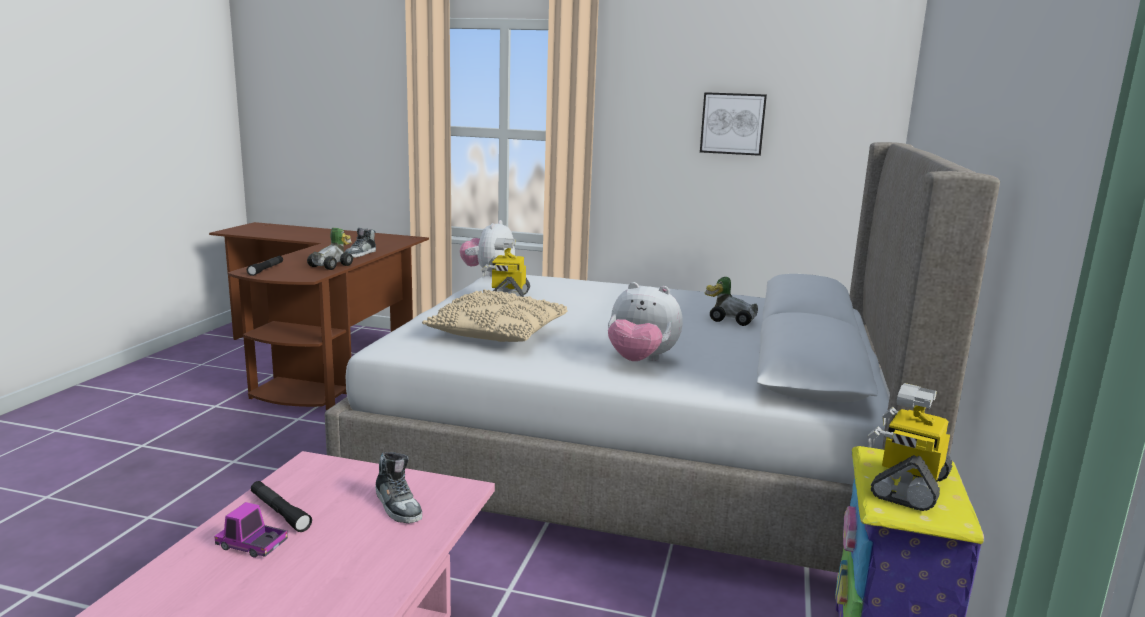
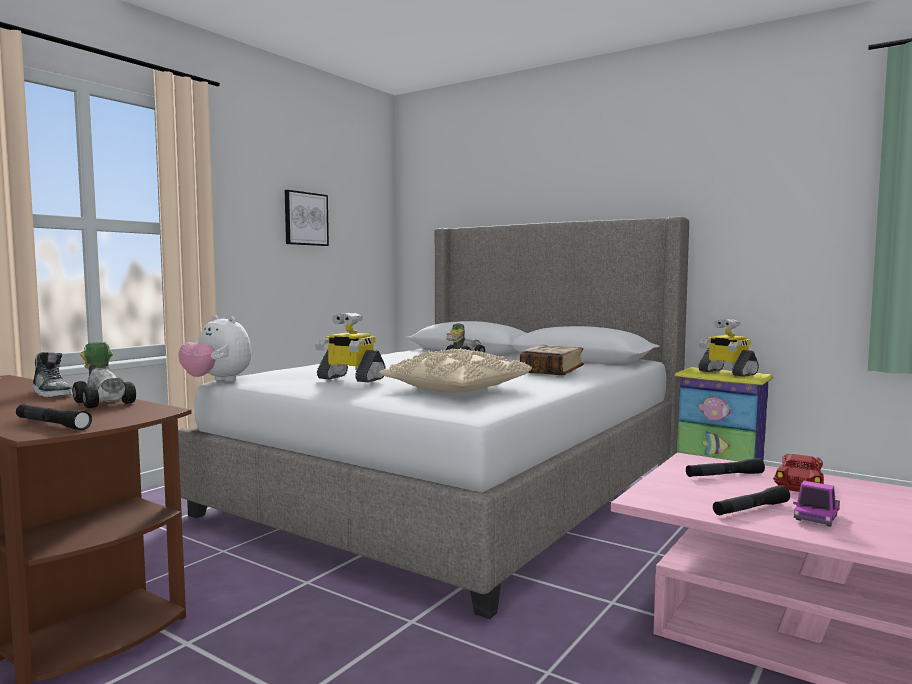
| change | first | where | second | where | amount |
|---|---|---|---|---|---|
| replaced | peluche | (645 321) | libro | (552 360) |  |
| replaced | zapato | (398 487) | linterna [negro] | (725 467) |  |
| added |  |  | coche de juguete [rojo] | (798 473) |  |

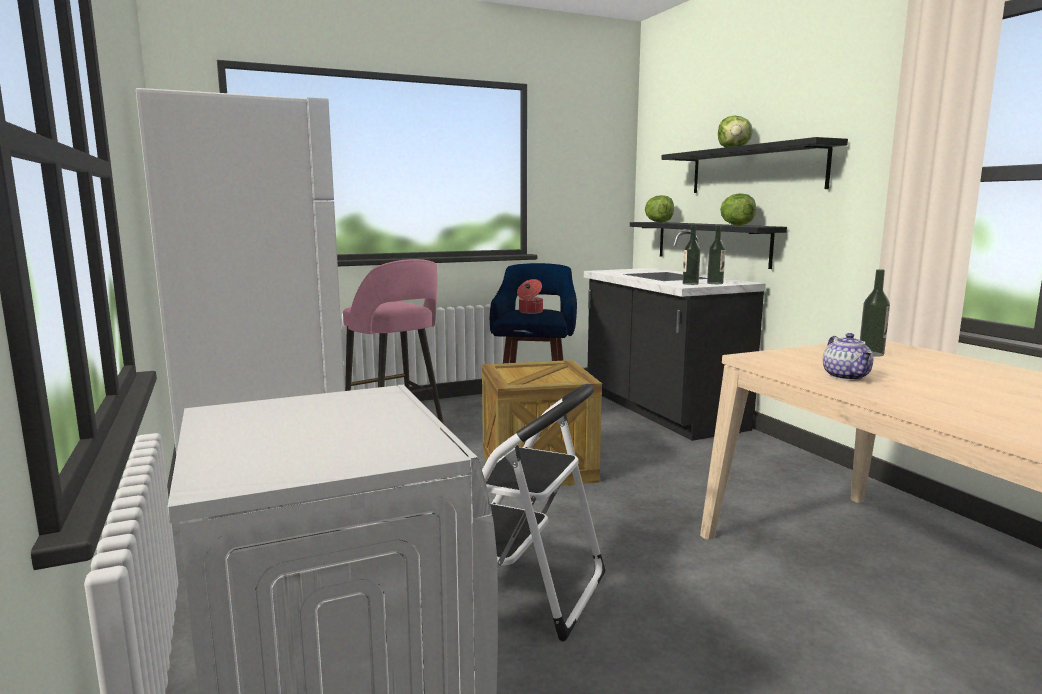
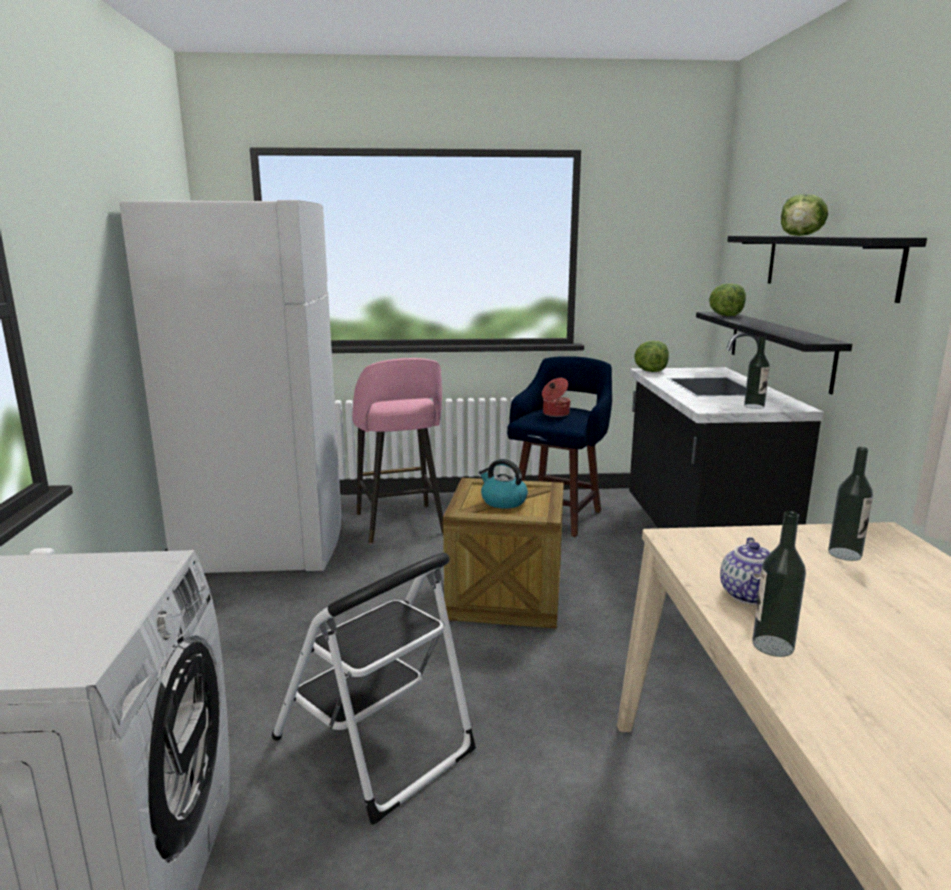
| change | first | where | second | where | amount |
|---|---|---|---|---|---|
| added |  |  | hervidor | (503 484) |  |
| moved | lechuga | (738 209) |  | (651 356) |  |
| moved | botella | (691 255) |  | (779 584) |  |

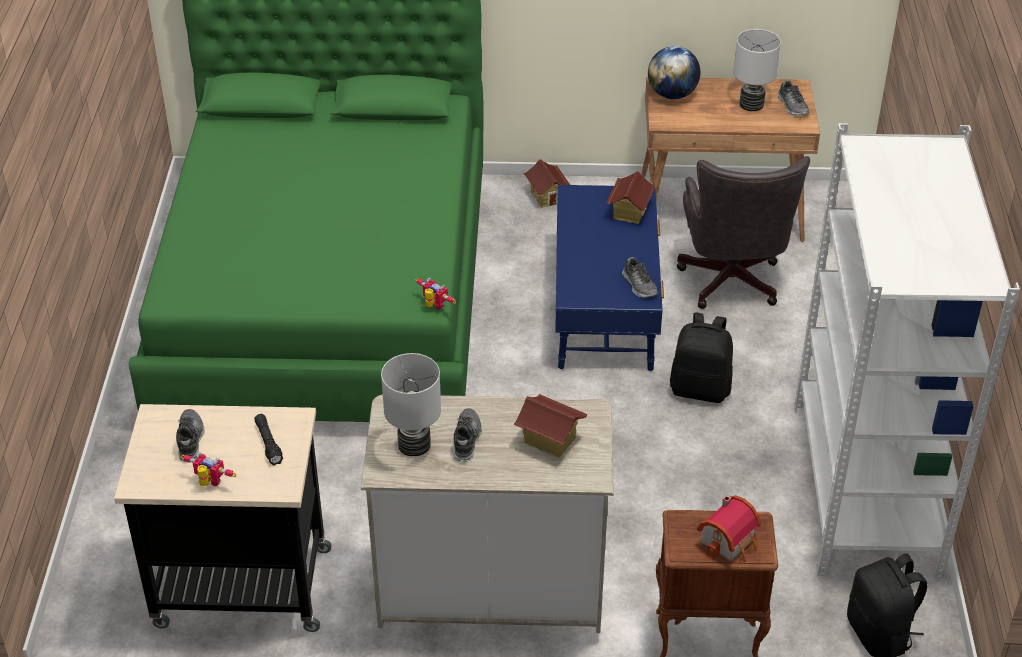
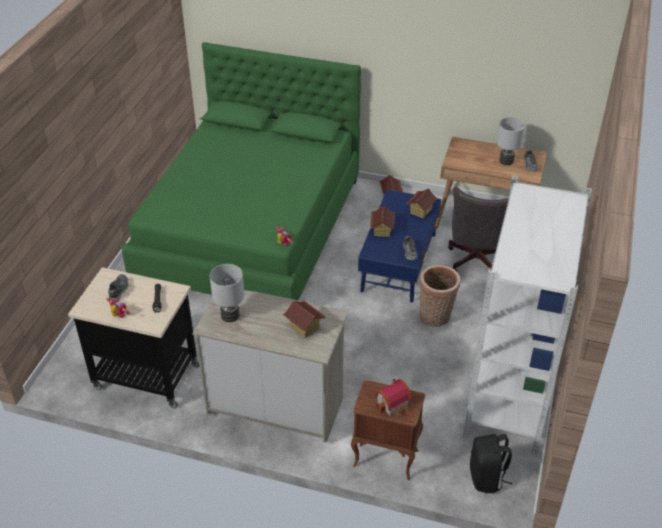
| change | first | where | second | where | amount |
|---|---|---|---|---|---|
| added |  |  | casita | (382 221) |  |
| replaced | mochila [negro] | (701 357) | cesta | (440 296) |  |
| removed | zapato | (467 435) |  |  |  |
| removed | globo terráqueo | (674 72) |  |  |  |

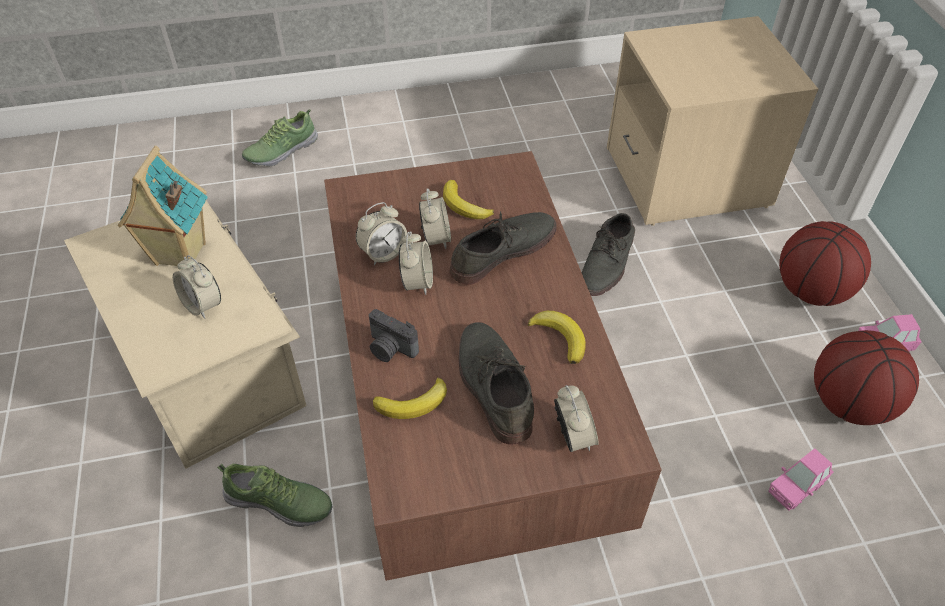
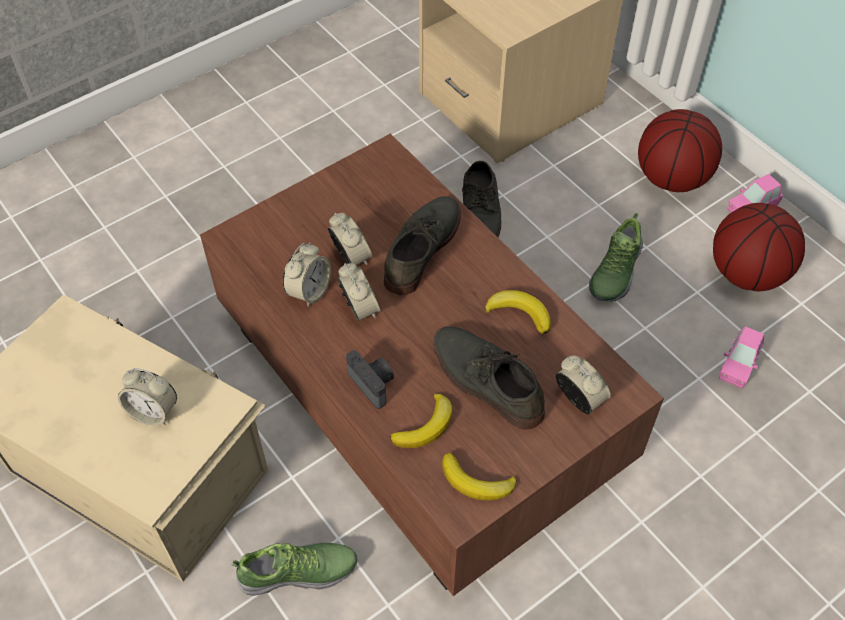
| change | first | where | second | where | amount |
|---|---|---|---|---|---|
| turned | cámara | (394 335) |  | (370 379) | 135 degrees counterclockwise |
| moved | plátano | (468 199) |  | (479 476) |  |
| moved | zapato | (280 138) |  | (616 257) |  |
| removed | casita | (162 206) |  |  |  |

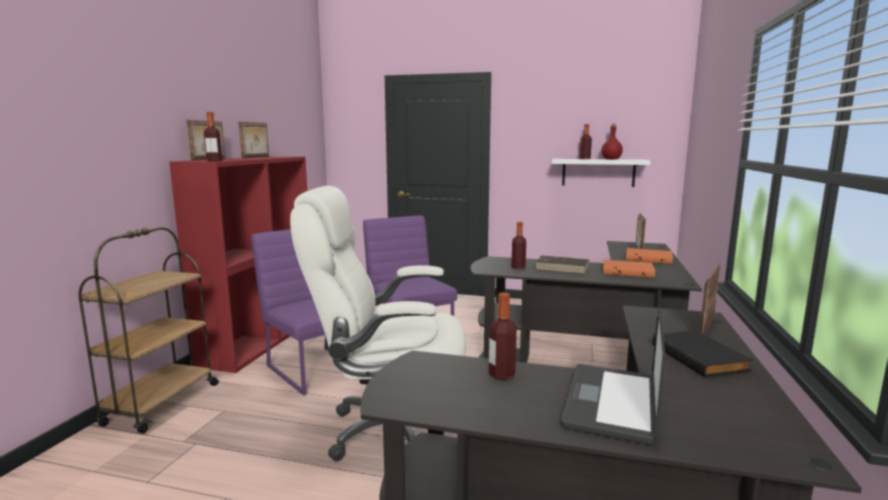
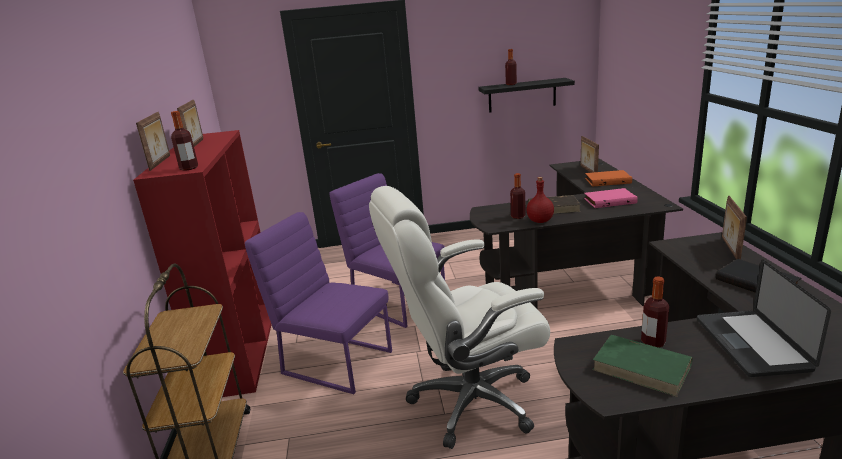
| change | first | where | second | where | amount |
|---|---|---|---|---|---|
| recoloured | estante [blanco] | (601 173) | estante [negro] | (526 95) |  |
| moved | botella [rojo] | (612 142) |  | (540 200) |  |
| recoloured | libro [naranja] | (629 269) | libro [rosa] | (611 198) |  |
| added |  |  | libro [verde] | (643 366) |  |

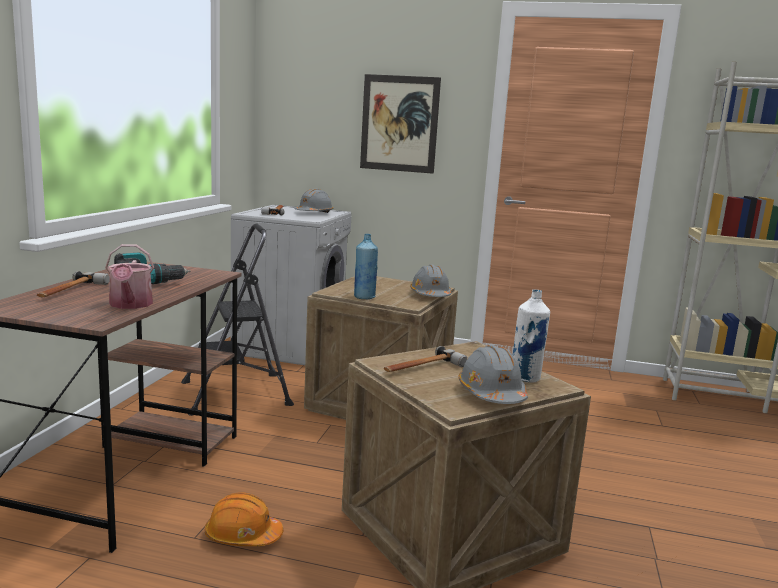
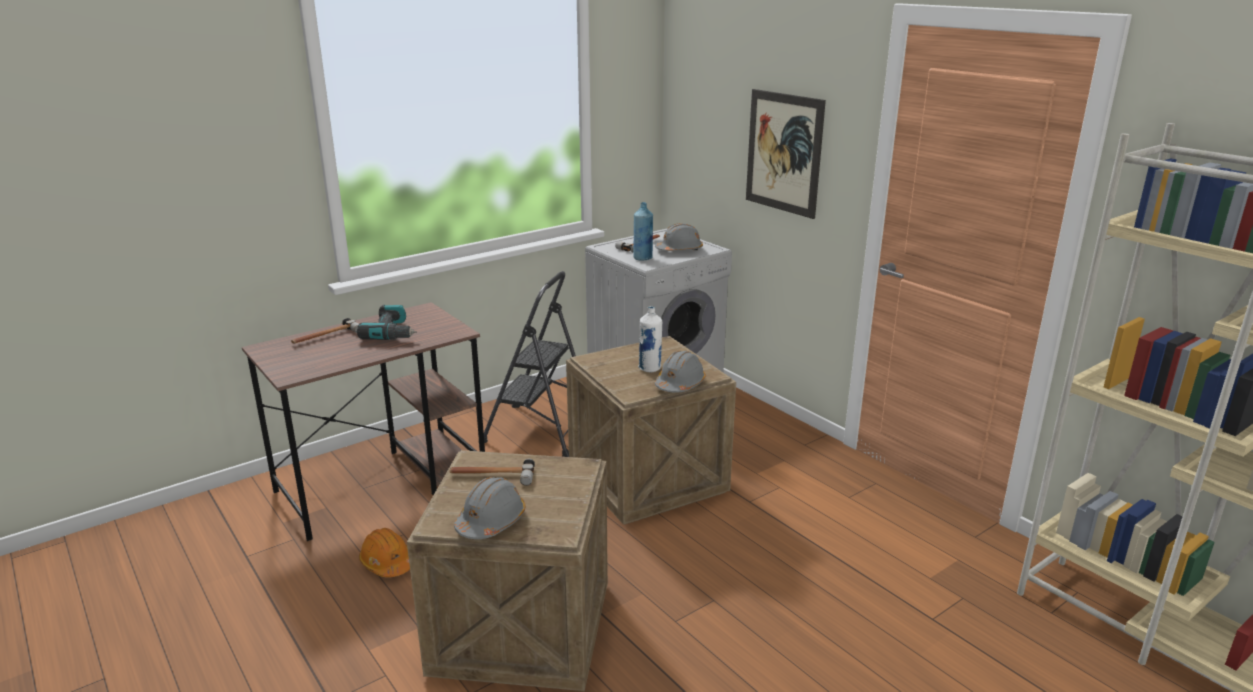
| change | first | where | second | where | amount |
|---|---|---|---|---|---|
| moved | botella [azul] | (366 266) |  | (643 231) |  |
| moved | botella [blanco] | (531 336) |  | (650 339) |  |
| removed | regadera | (129 276) |  |  |  |

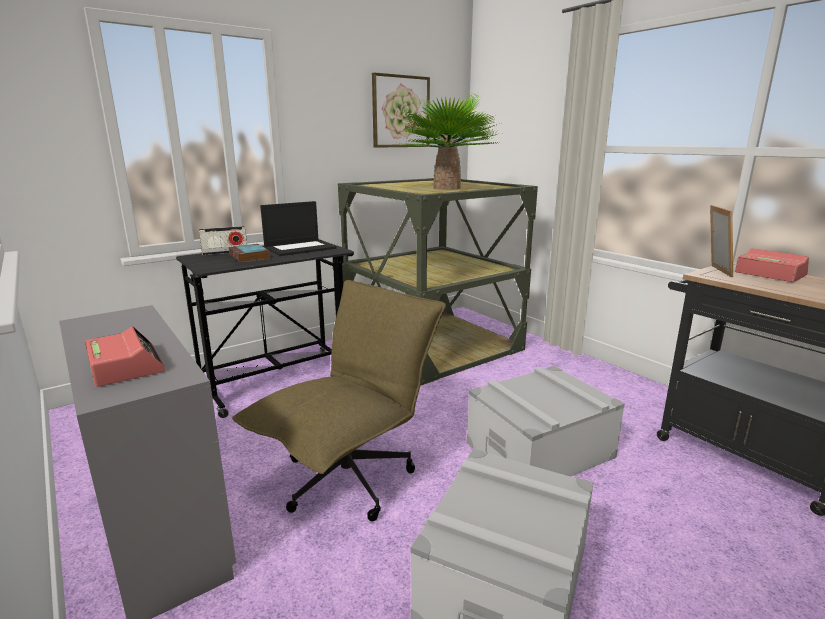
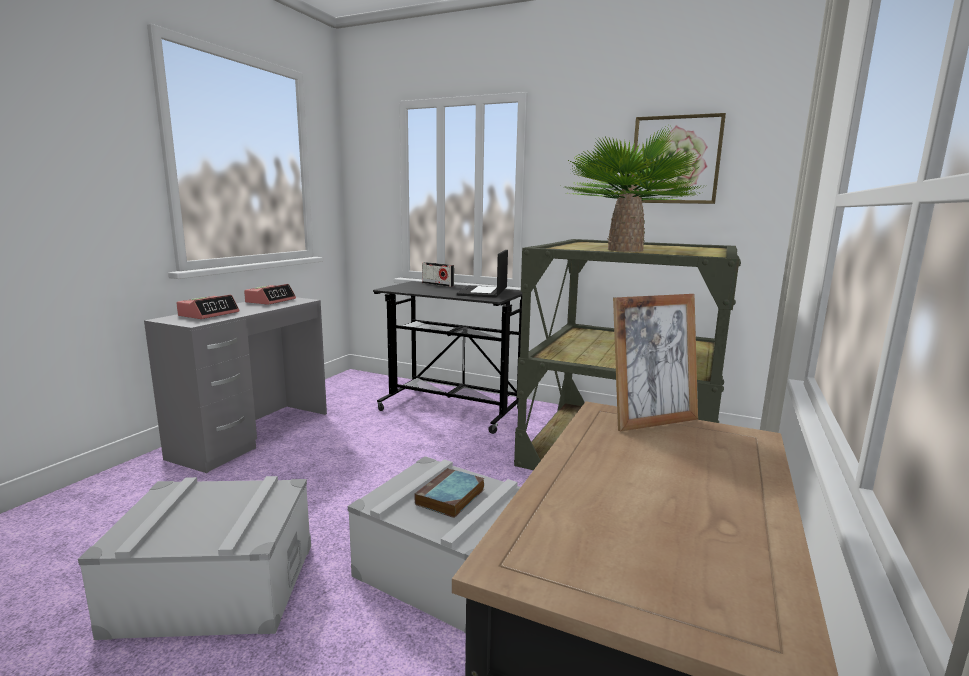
| change | first | where | second | where | amount |
|---|---|---|---|---|---|
| moved | despertador | (772 265) |  | (270 294) |  |
| moved | libro | (249 253) |  | (449 493) |  |
| turned | portátil | (298 228) |  | (482 274) | 75 degrees clockwise |
| removed | silla de oficina [beis] | (339 401) |  |  |  |

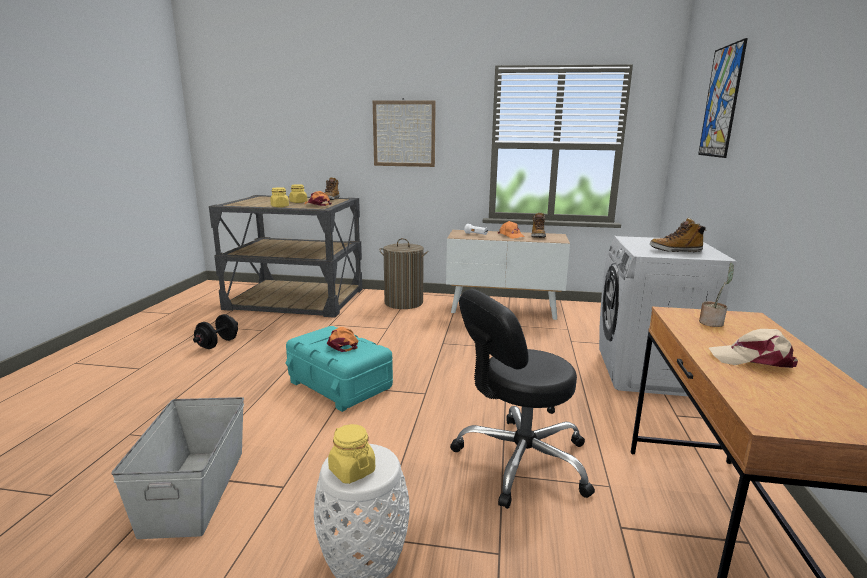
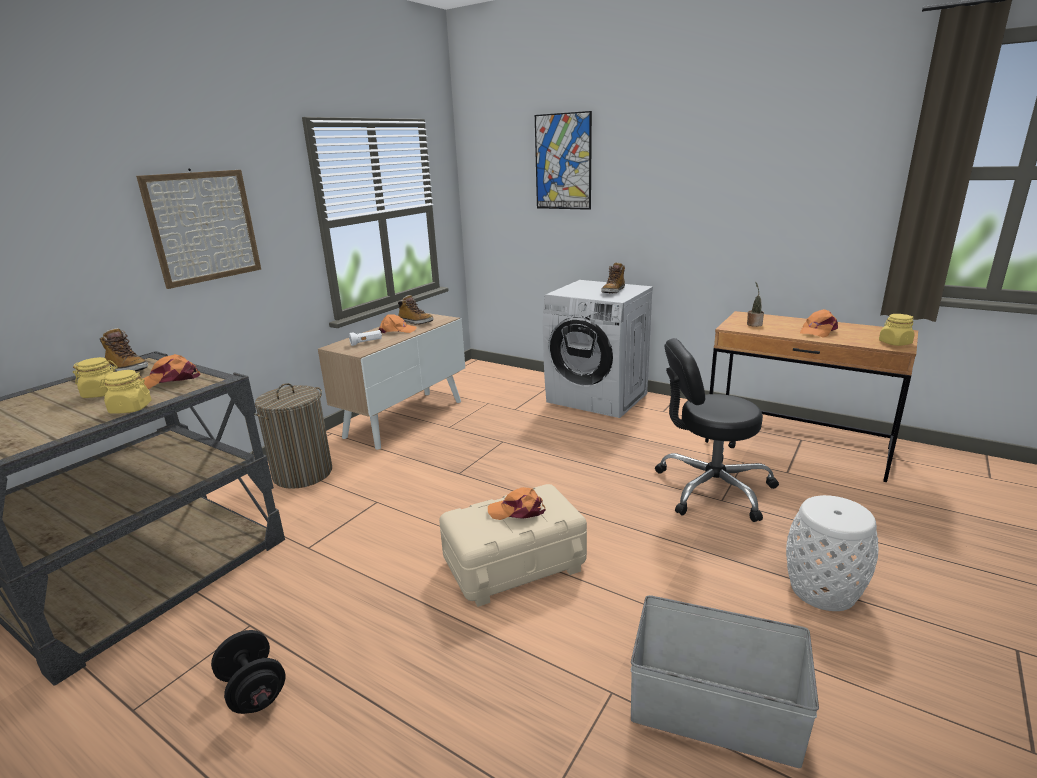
| change | first | where | second | where | amount |
|---|---|---|---|---|---|
| recoloured | caja de almacenaje [turquesa] | (339 369) | caja de almacenaje [beis] | (513 545) |  |
| turned | silla de oficina [negro] | (522 399) |  | (717 430) | 90 degrees clockwise |
| recoloured | gorra [beis] | (753 348) | gorra [naranja] | (819 323) |  |
| moved | tarro [amarillo] | (351 454) |  | (896 330) |  |

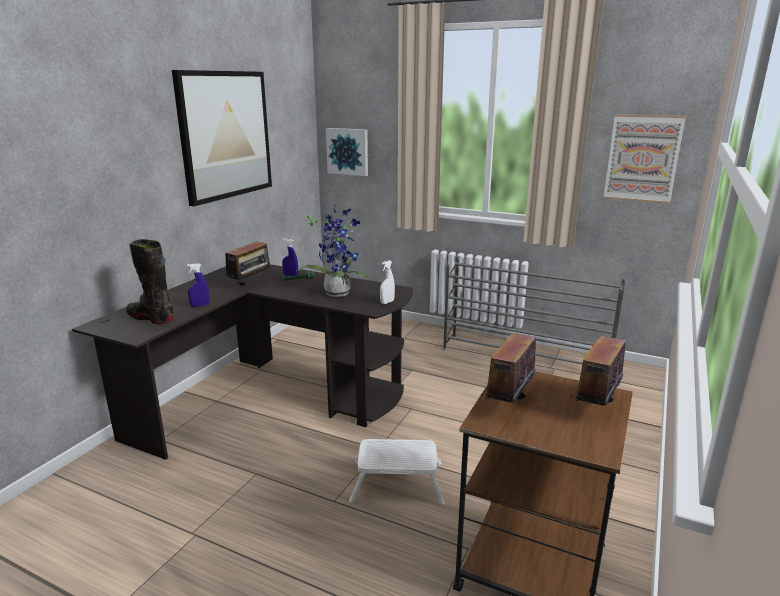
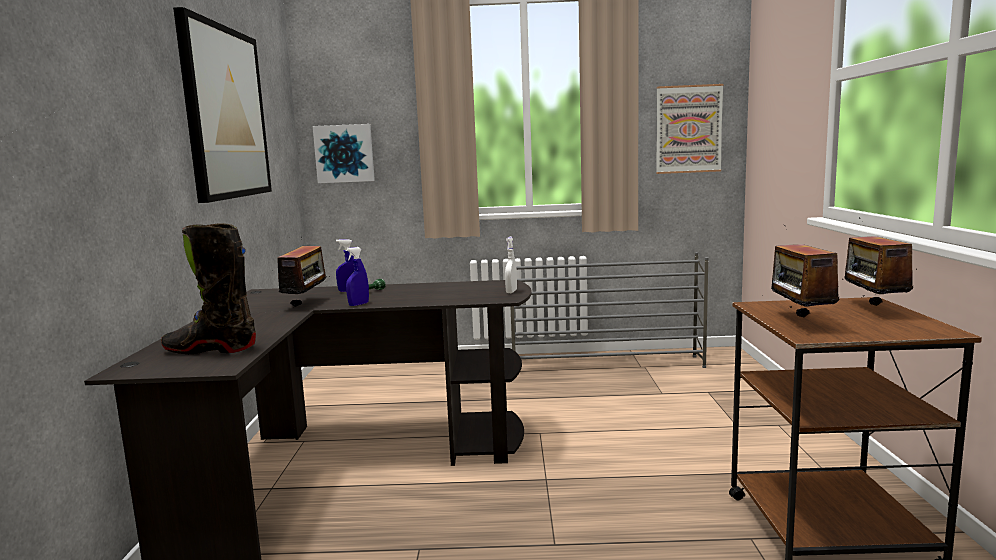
| change | first | where | second | where | amount |
|---|---|---|---|---|---|
| moved | pulverizador [azul] | (198 285) |  | (357 276) |  |
| removed | planta en maceta | (332 251) |  |  |  |
| removed | escalera de tijera [blanco] | (397 472) |  |  |  |

